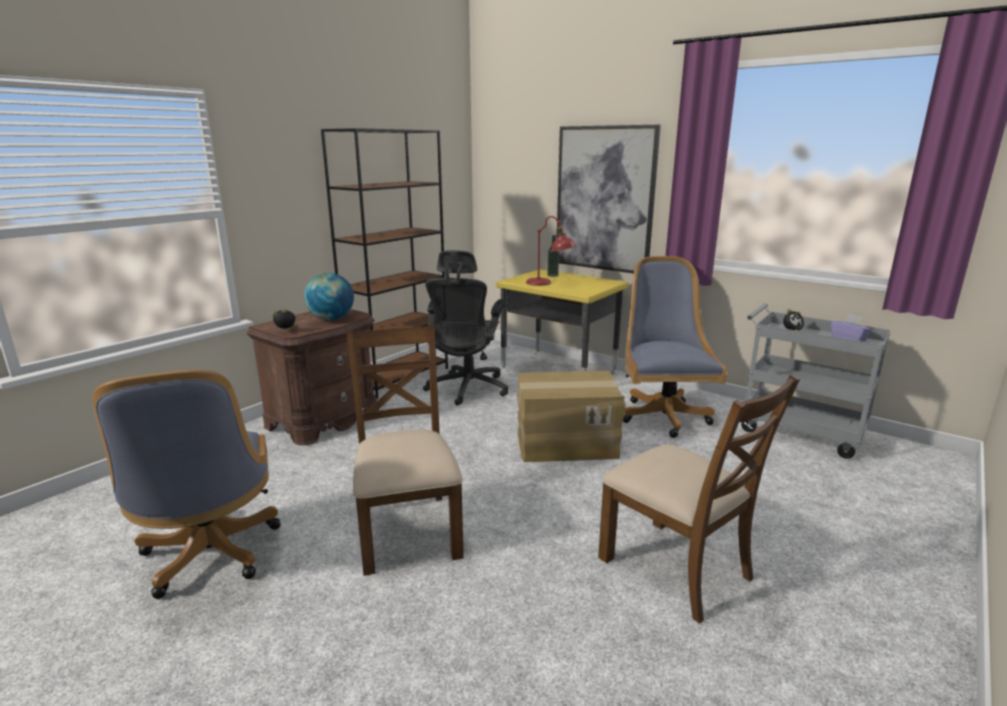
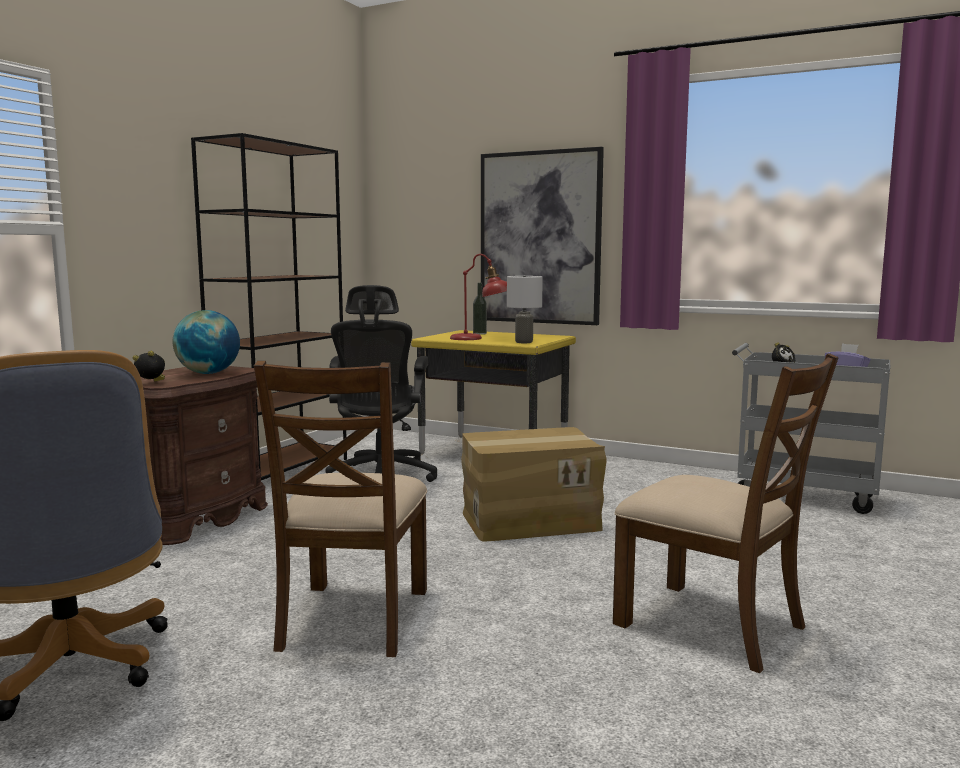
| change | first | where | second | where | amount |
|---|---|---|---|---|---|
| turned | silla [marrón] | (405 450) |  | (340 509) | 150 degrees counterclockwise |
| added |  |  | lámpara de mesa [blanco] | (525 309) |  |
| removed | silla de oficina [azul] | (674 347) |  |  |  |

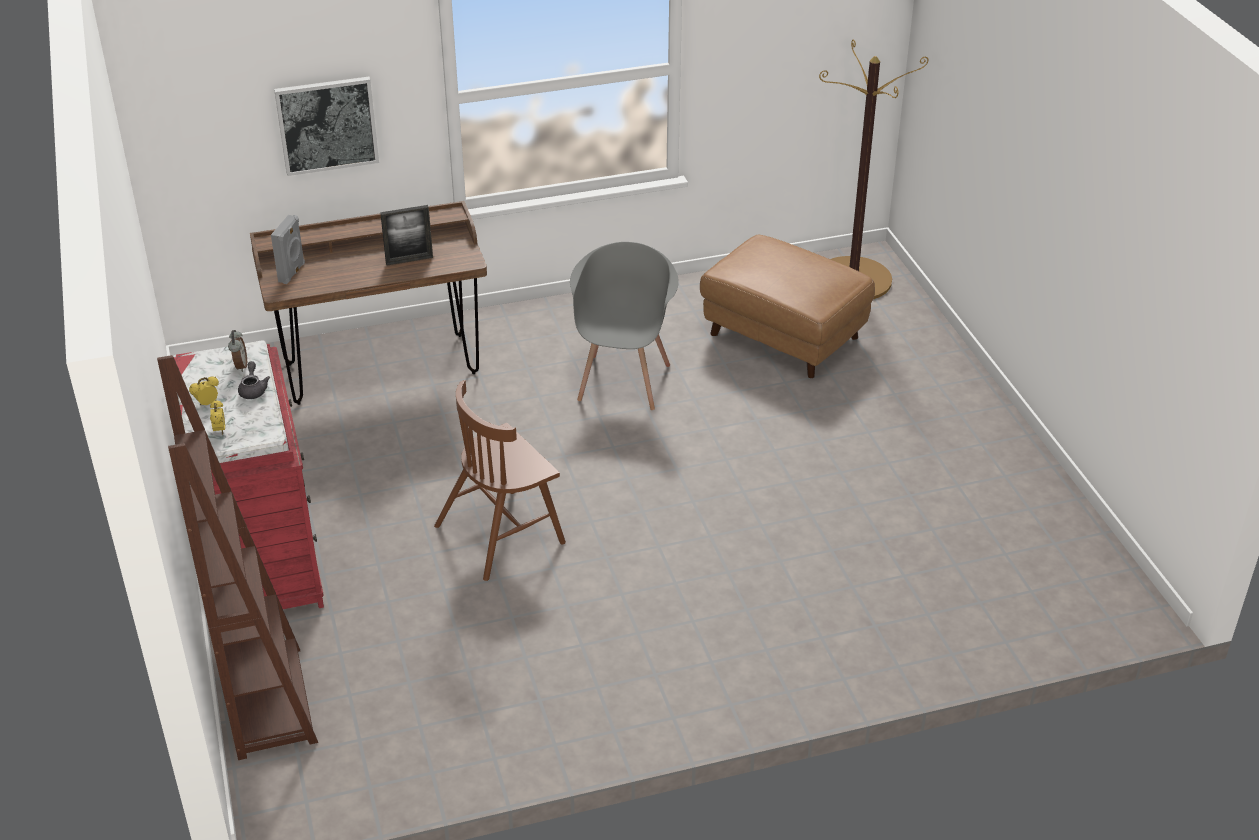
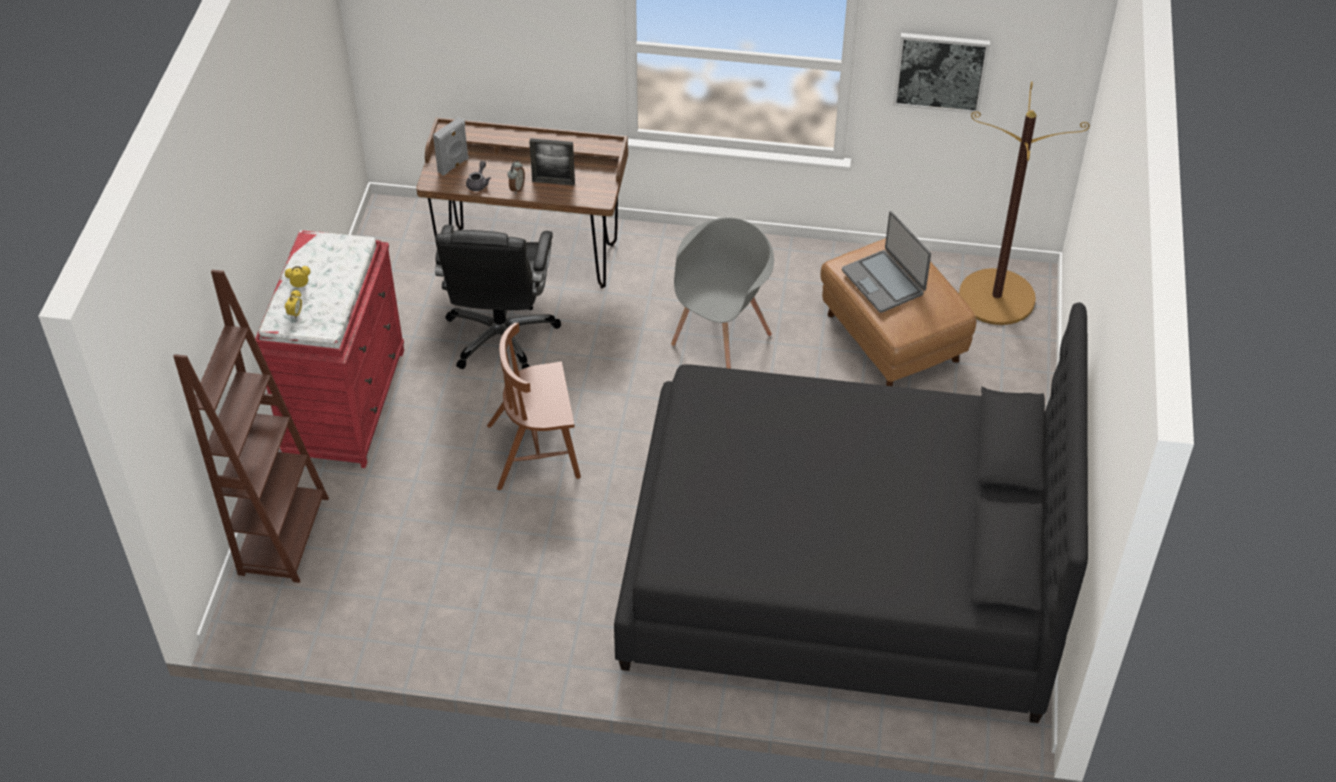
| change | first | where | second | where | amount |
|---|---|---|---|---|---|
| added |  |  | silla de oficina [negro] | (498 297) |  |
| moved | tetera [gris] | (254 380) |  | (478 176) |  |
| moved | despertador | (237 351) |  | (516 177) |  |
| added |  |  | cama [negro] | (851 512) |  |
| added |  |  | portátil | (886 262) |  |
| moved | cuadro | (326 126) |  | (941 73) |  |

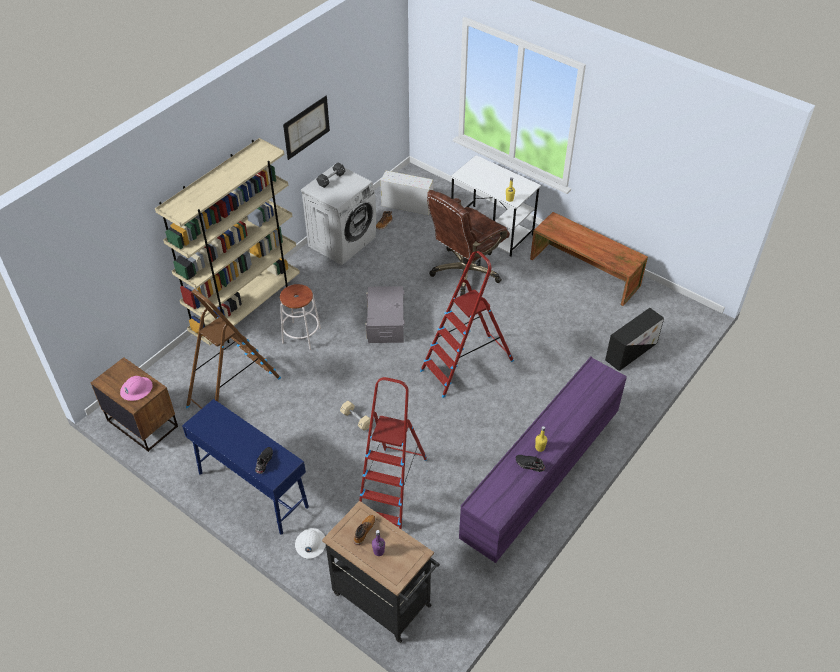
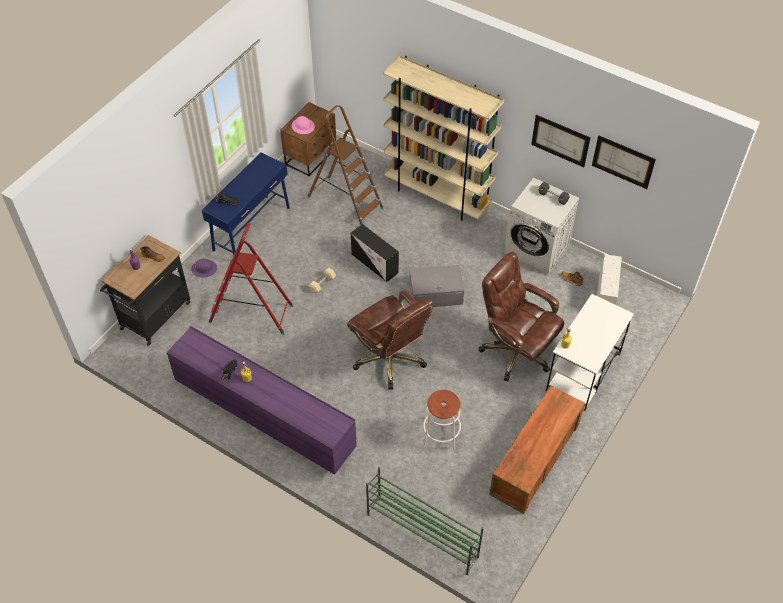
| change | first | where | second | where | amount |
|---|---|---|---|---|---|
| recoloured | casco [blanco] | (310 543) | casco [morado] | (204 268) |  |
| replaced | escalera de tijera [rojo] | (467 324) | silla de oficina [marrón] | (390 339) |  |
| moved | caja de almacenaje [negro] | (634 339) |  | (375 253) |  |
| added |  |  | zapatero [verde] | (425 521) |  |
| moved | taburete [blanco] | (300 317) |  | (442 420) |  |
| added |  |  | cuadro | (624 162) |  |

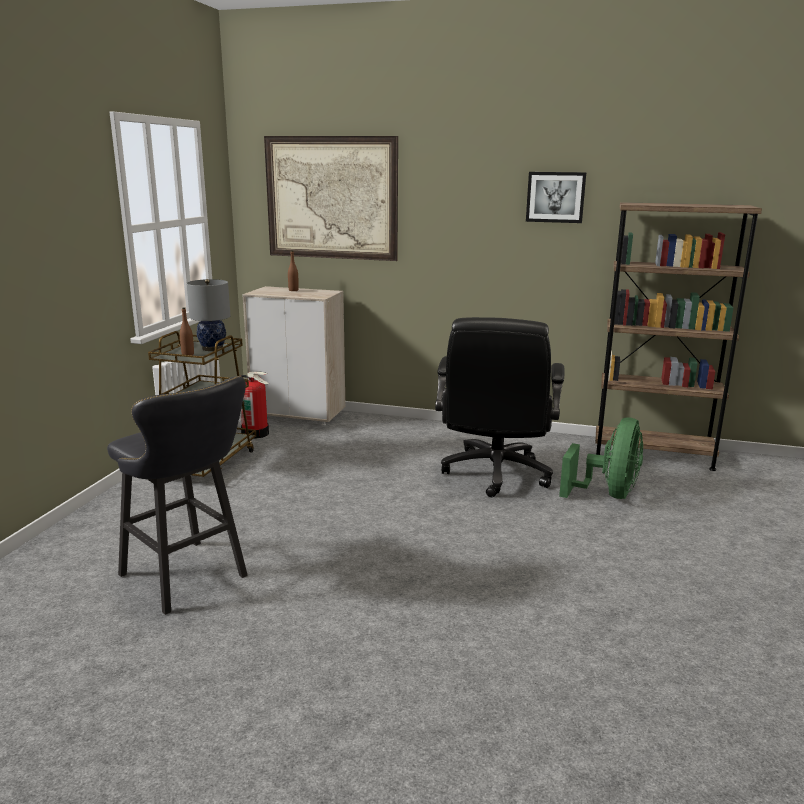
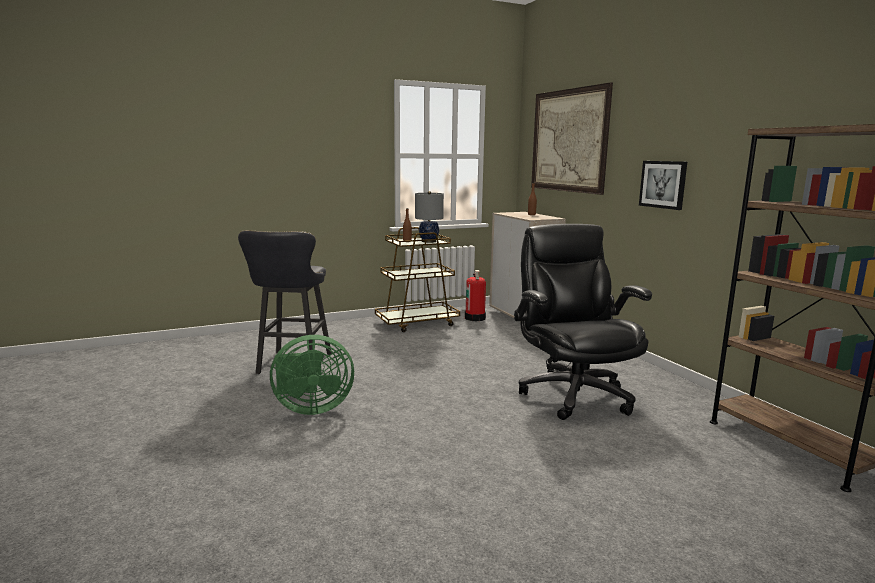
| change | first | where | second | where | amount |
|---|---|---|---|---|---|
| moved | ventilador [verde] | (601 458) |  | (312 375) |  |
| turned | silla de oficina [negro] | (500 407) |  | (583 322) | 105 degrees clockwise |
| moved | cuadro | (556 197) |  | (663 185) |  |

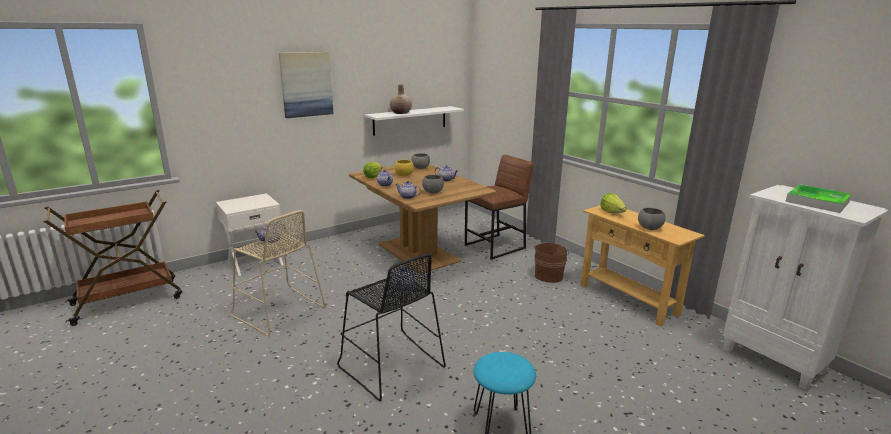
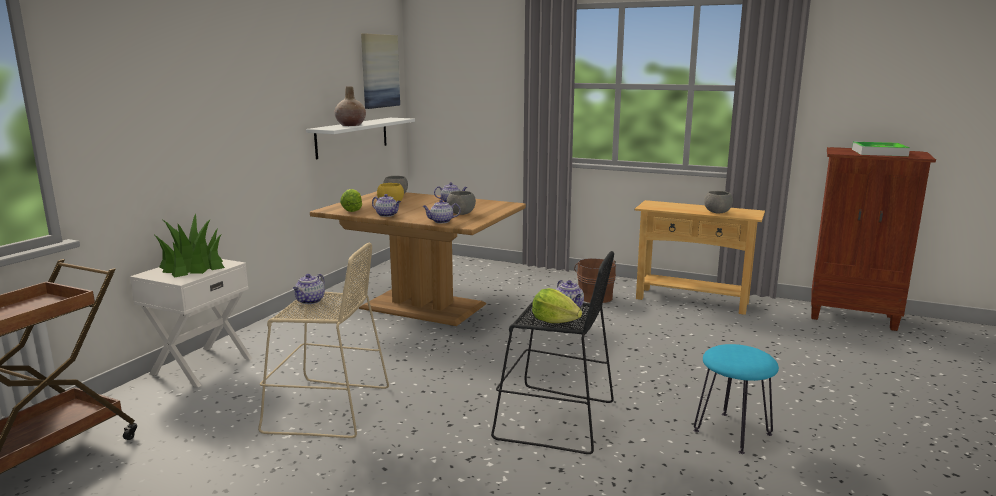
| change | first | where | second | where | amount |
|---|---|---|---|---|---|
| added |  |  | planta en maceta | (190 245) |  |
| moved | cuadro | (306 85) |  | (380 71) |  |
| moved | lechuga | (613 203) |  | (557 305) |  |
| recoloured | armario [blanco] | (806 287) | armario [marrón] | (873 239) |  |
| removed | silla [marrón] | (499 207) |  |  |  |

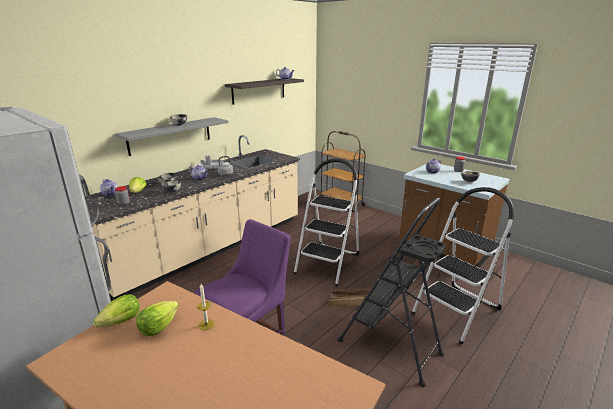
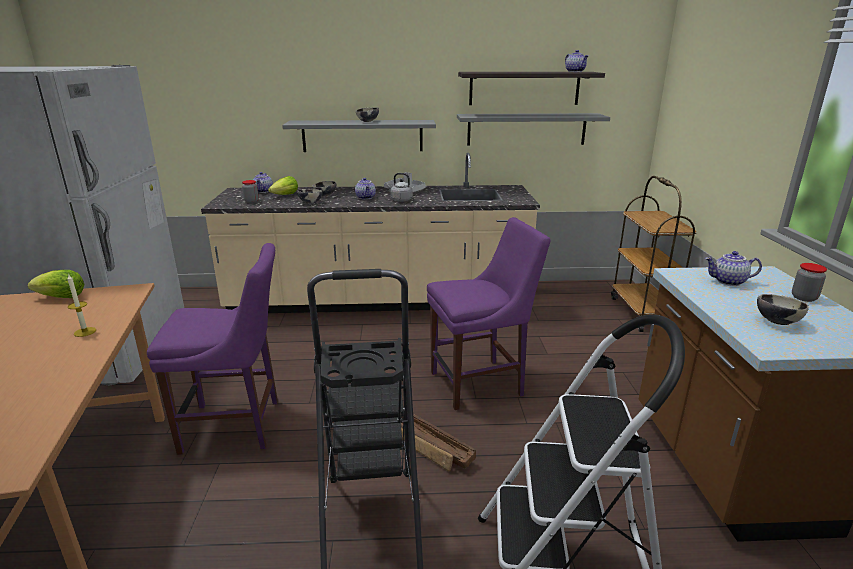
| change | first | where | second | where | amount |
|---|---|---|---|---|---|
| replaced | escalera de tijera | (326 222) | silla [morado] | (488 313) |  |
| added |  |  | estante [gris] | (533 129) |  |
| removed | lechuga | (157 318) |  |  |  |

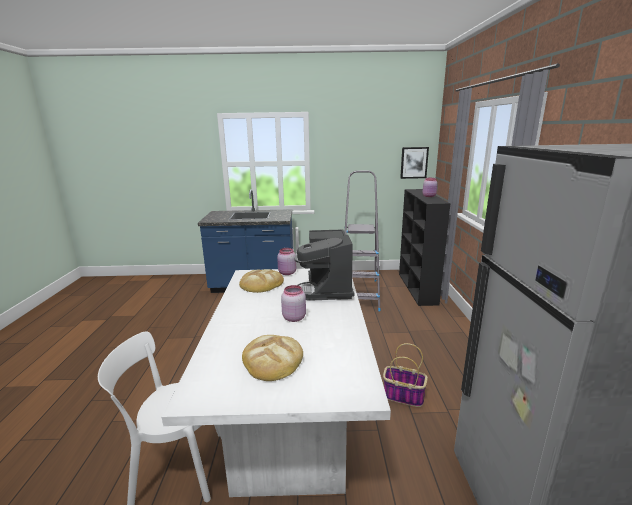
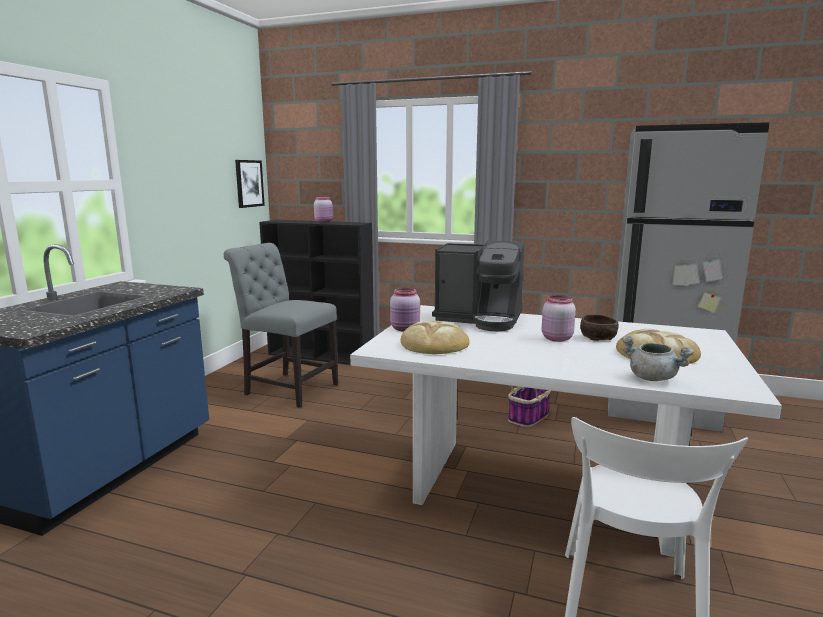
| change | first | where | second | where | amount |
|---|---|---|---|---|---|
| replaced | escalera de tijera [gris] | (362 241) | silla [gris] | (281 325) |  |
| added |  |  | cuenco [marrón] | (599 327) |  |
| added |  |  | olla [gris] | (658 358) |  |

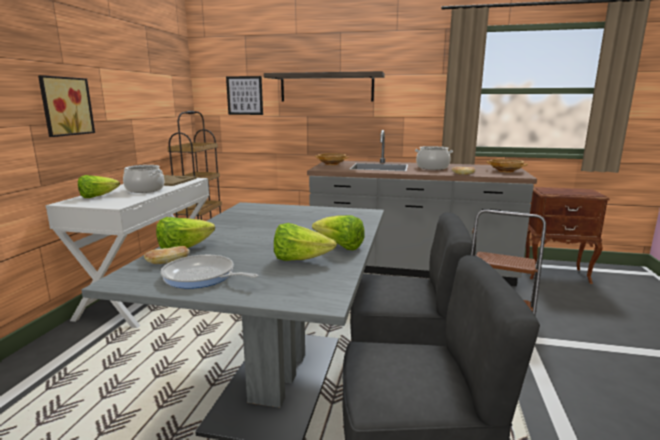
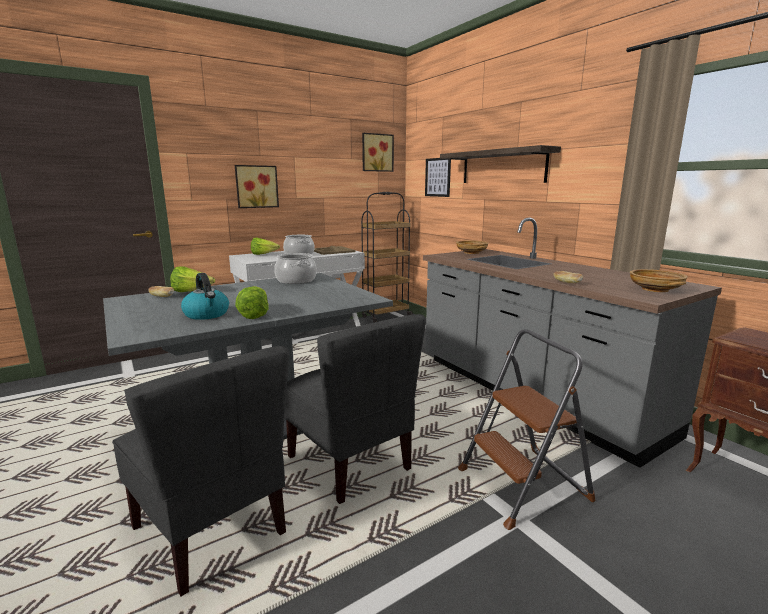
| change | first | where | second | where | amount |
|---|---|---|---|---|---|
| replaced | lechuga | (305 242) | hervidor | (205 296) |  |
| moved | olla | (434 158) |  | (295 268) |  |
| added |  |  | cuadro | (378 152) |  |
| removed | sartén | (210 272) |  |  |  |

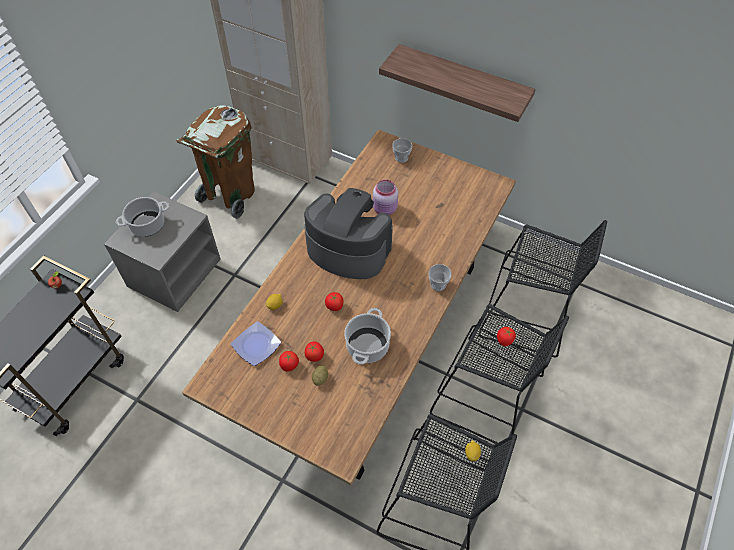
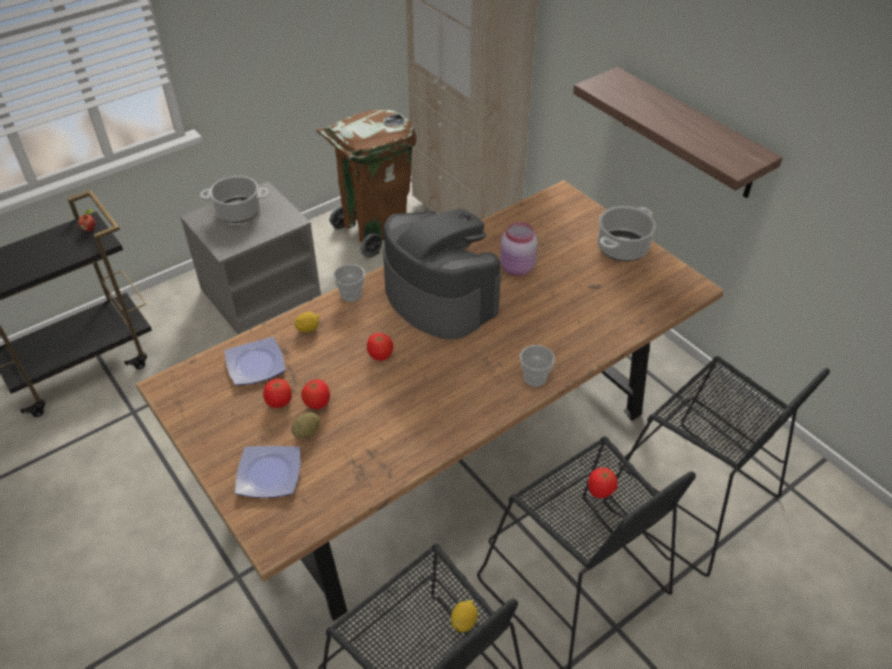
| change | first | where | second | where | amount |
|---|---|---|---|---|---|
| added |  |  | plato | (268 472) |  |
| moved | taza | (402 150) |  | (349 283) |  |
| moved | olla | (367 336) |  | (626 233) |  |

